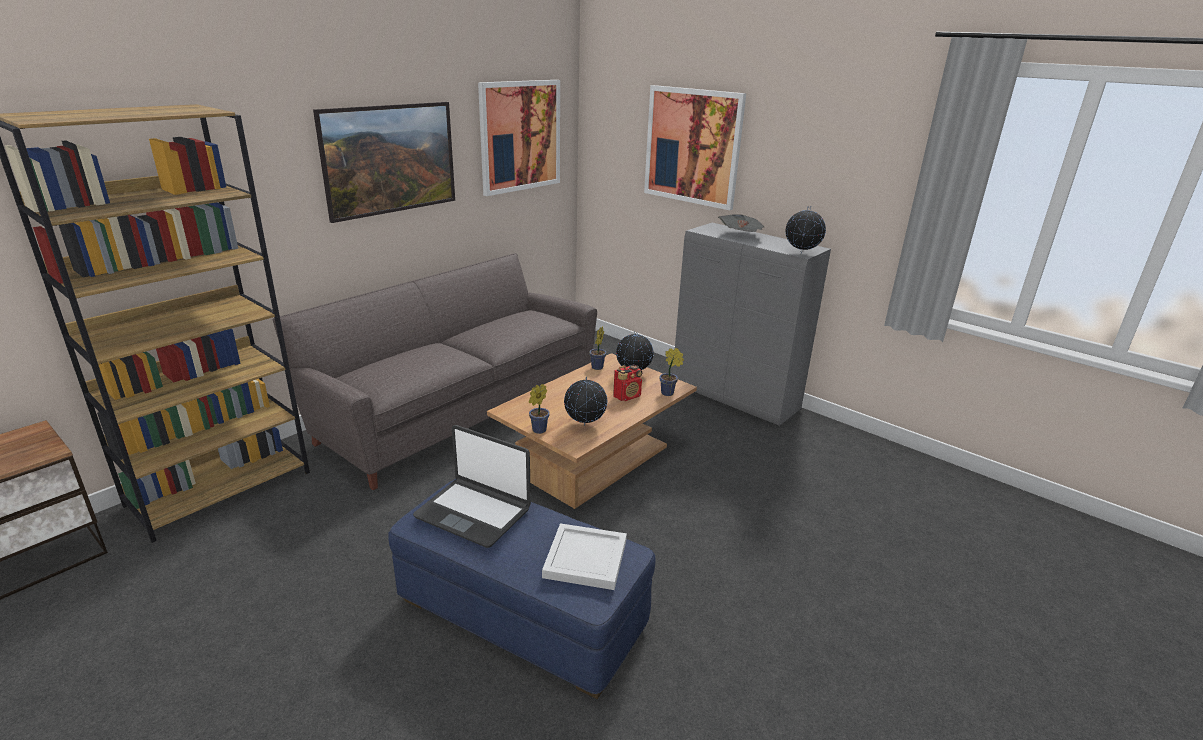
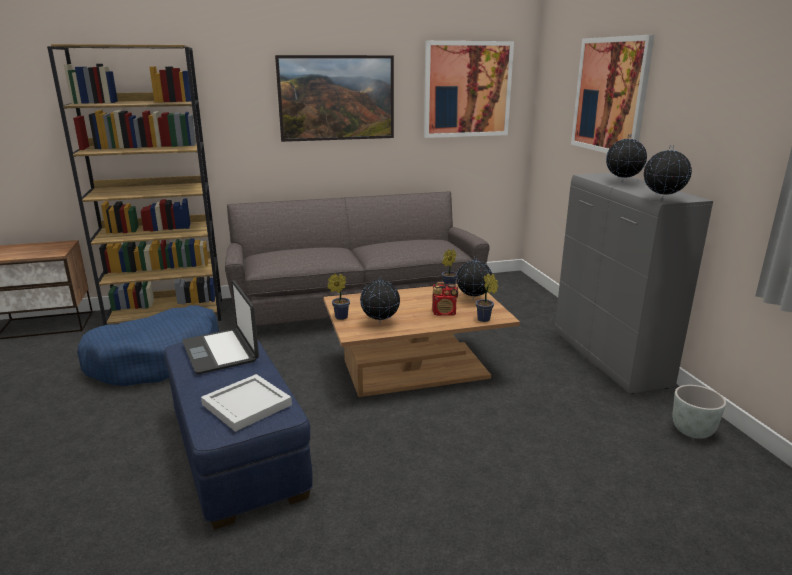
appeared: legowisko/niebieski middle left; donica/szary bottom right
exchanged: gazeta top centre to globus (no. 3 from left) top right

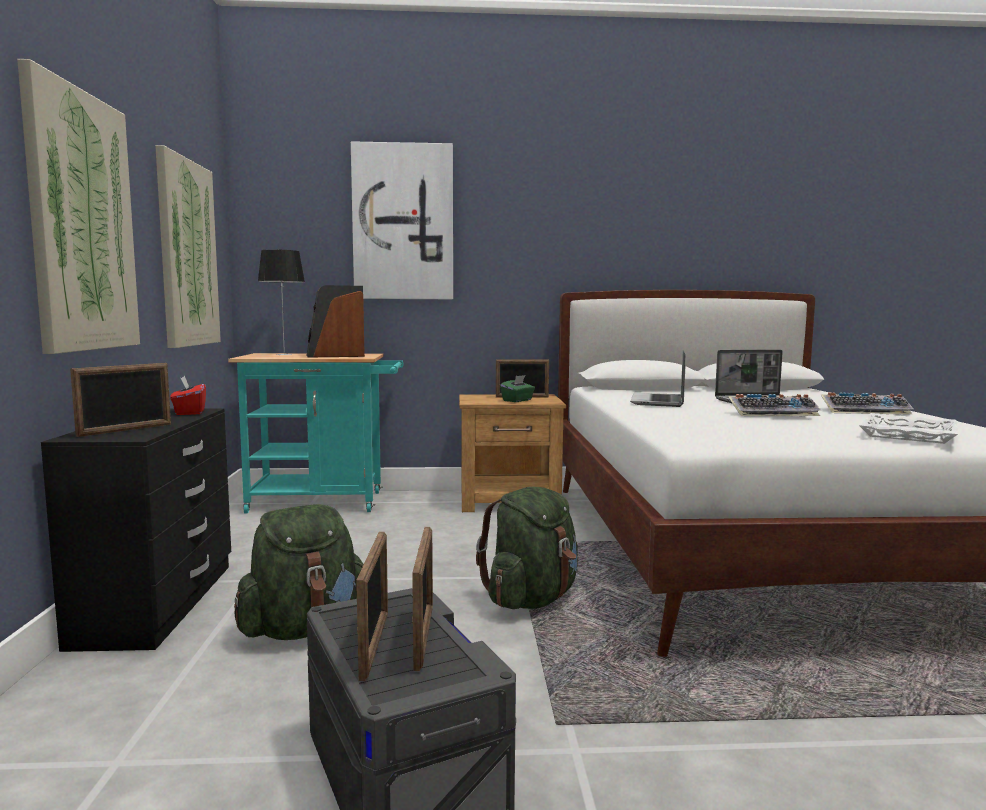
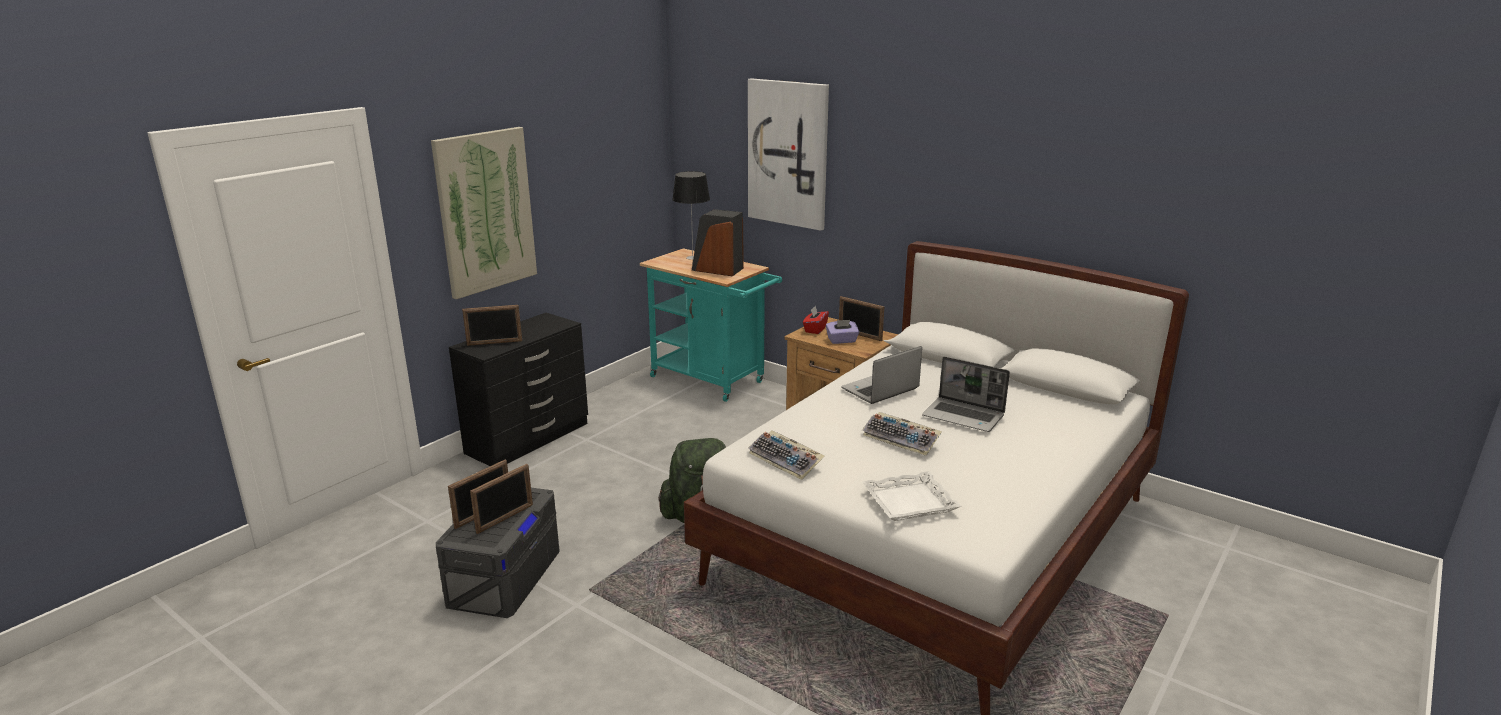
missing: obraz (no. 2 from left) top left; plecak/zielony (no. 1 from left) bottom left
relocated: pudełko chusteczek/czerwony middle left to centre; klawiatura (no. 2 from left in the first image) middle right to klawiatura (no. 1 from left) centre
colour: pudełko chusteczek/zielony centre to pudełko chusteczek/fioletowy centre

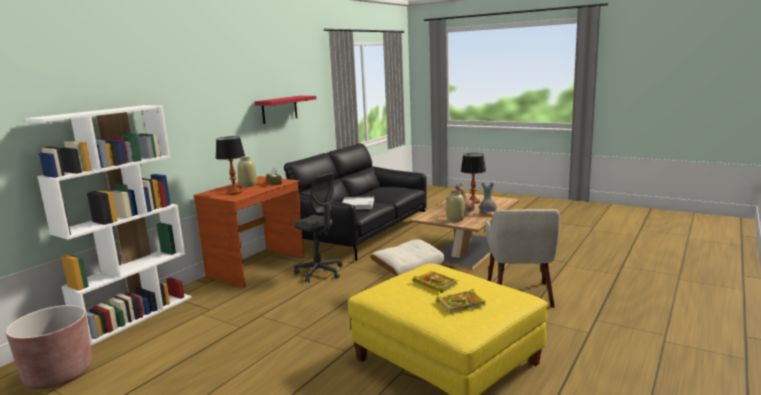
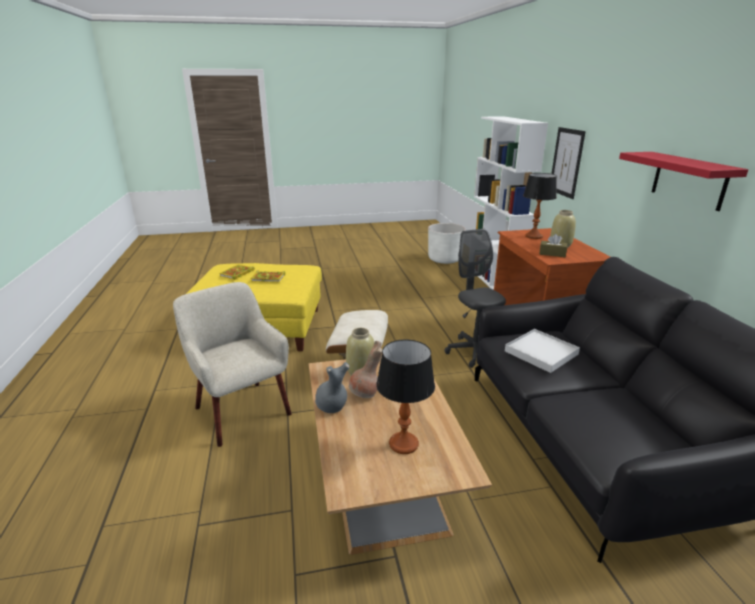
appeared: obraz top right
colour: donica/brązowy bottom left to donica/biały centre
spun: krzesło biurowe/szary centre = centre 75 degrees clockwise

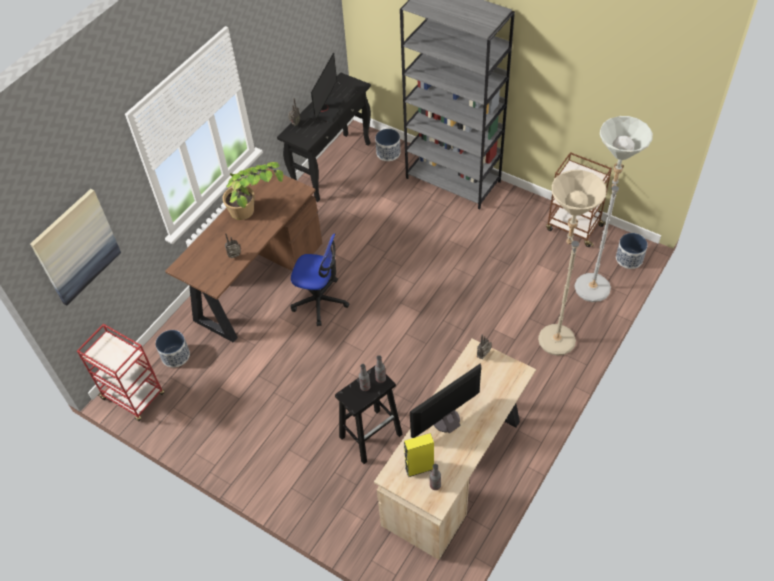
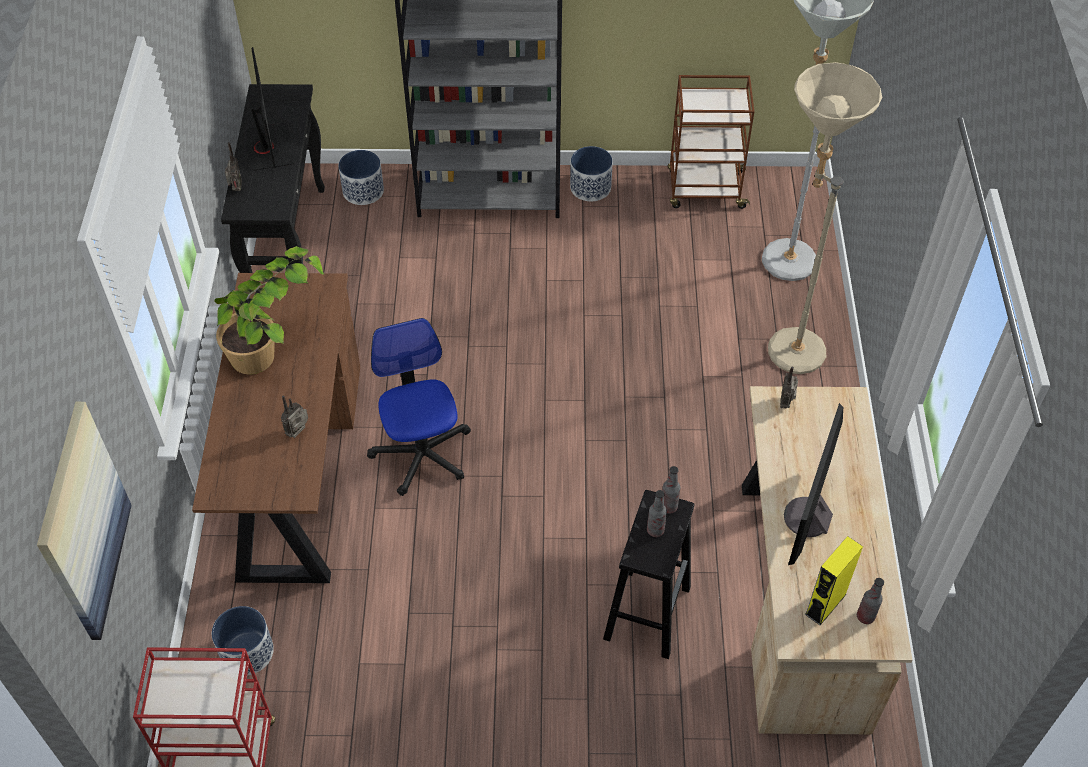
relocated: donica (no. 3 from left) middle right to top centre
spun: krzesło biurowe centre = centre 90 degrees counterclockwise

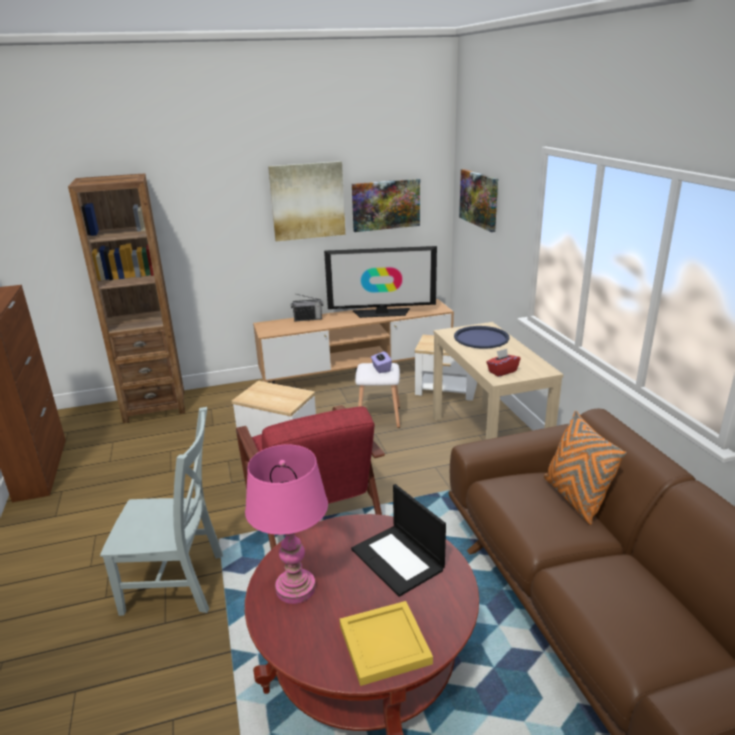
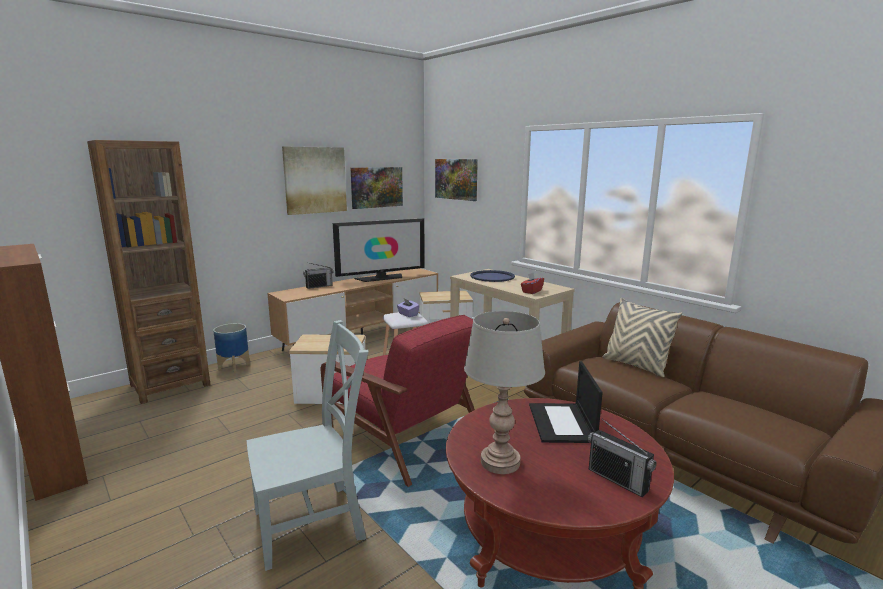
appeared: donica middle left
exchanged: taca/żółty bottom centre to radio (no. 2 from left) bottom right
colour: lampa stołowa/różowy bottom centre to lampa stołowa/szary centre; poduszka/pomarańczowy middle right to poduszka/beżowy middle right
spun: laptop bottom centre = bottom centre 60 degrees clockwise

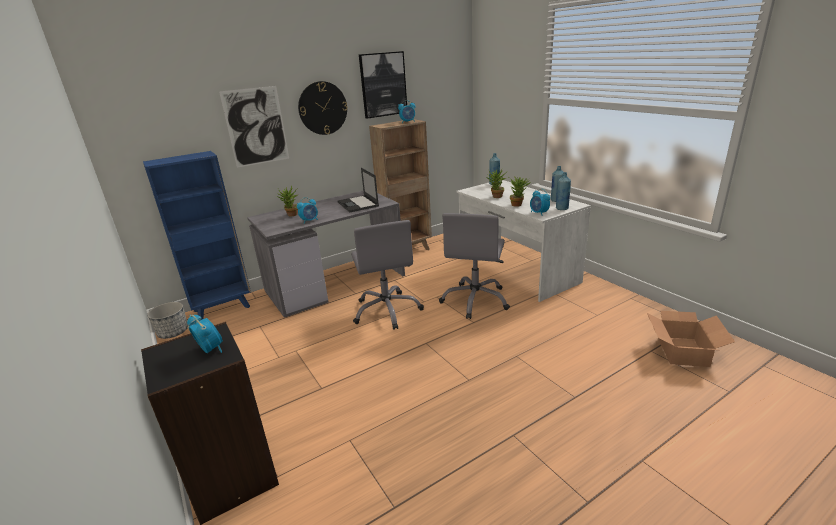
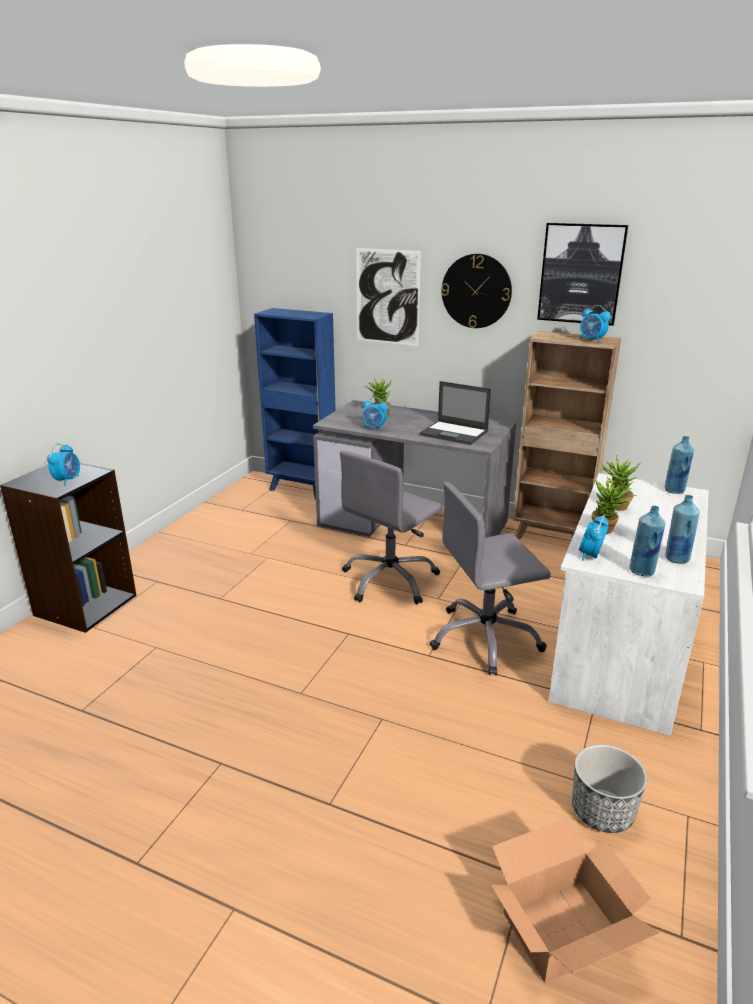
relocated: donica middle left to bottom right
spun: laptop centre = centre 90 degrees counterclockwise

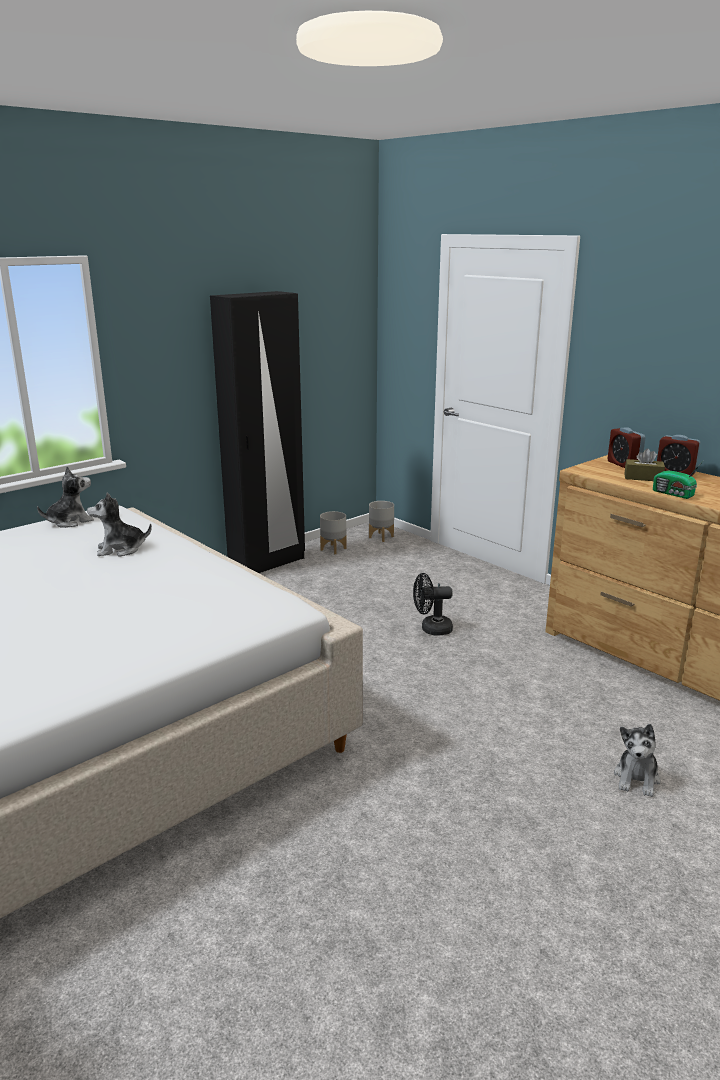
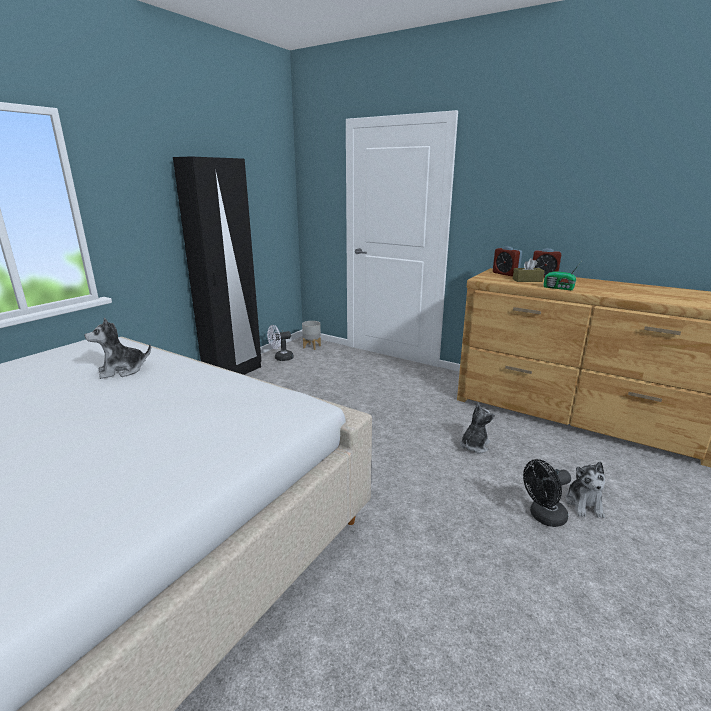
relocated: pluszak (no. 1 from left in the first image) middle left to pluszak (no. 2 from left) middle right; wentylator/czarny centre to bottom right
exchanged: donica/szary (no. 1 from left) centre to wentylator/biały centre

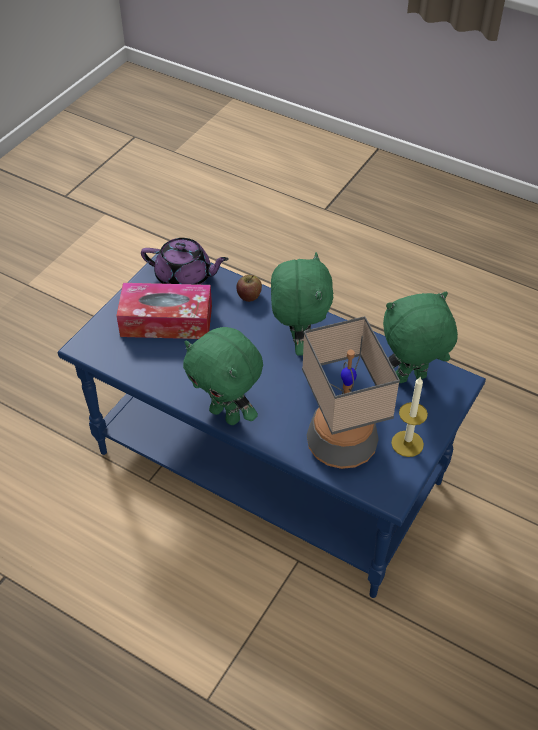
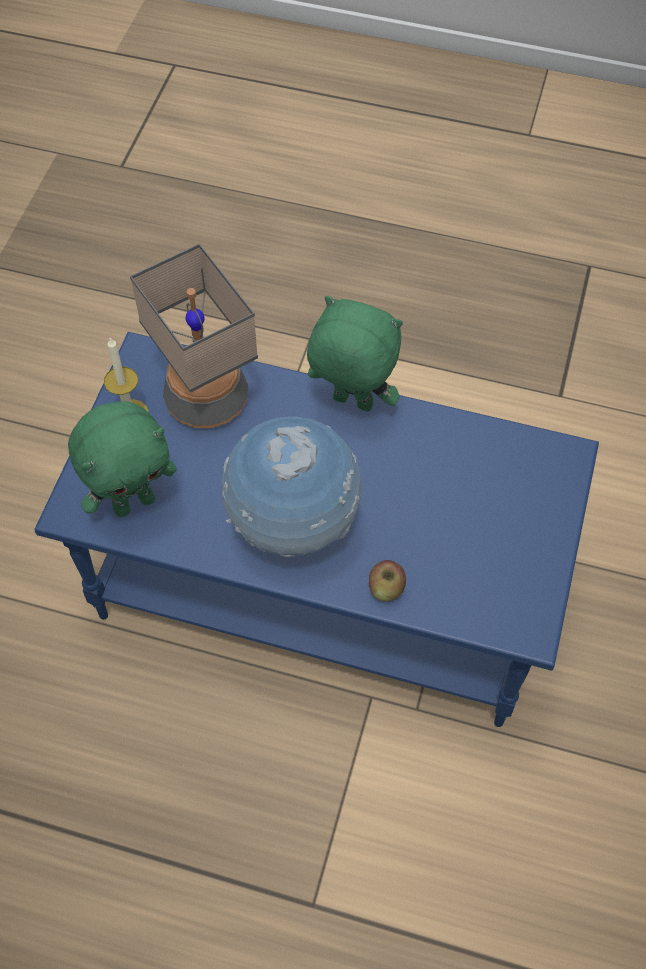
missing: pudełko chusteczek middle left; imbryk/fioletowy centre
exchanged: pluszak/zielony (no. 2 from left) centre to globus centre

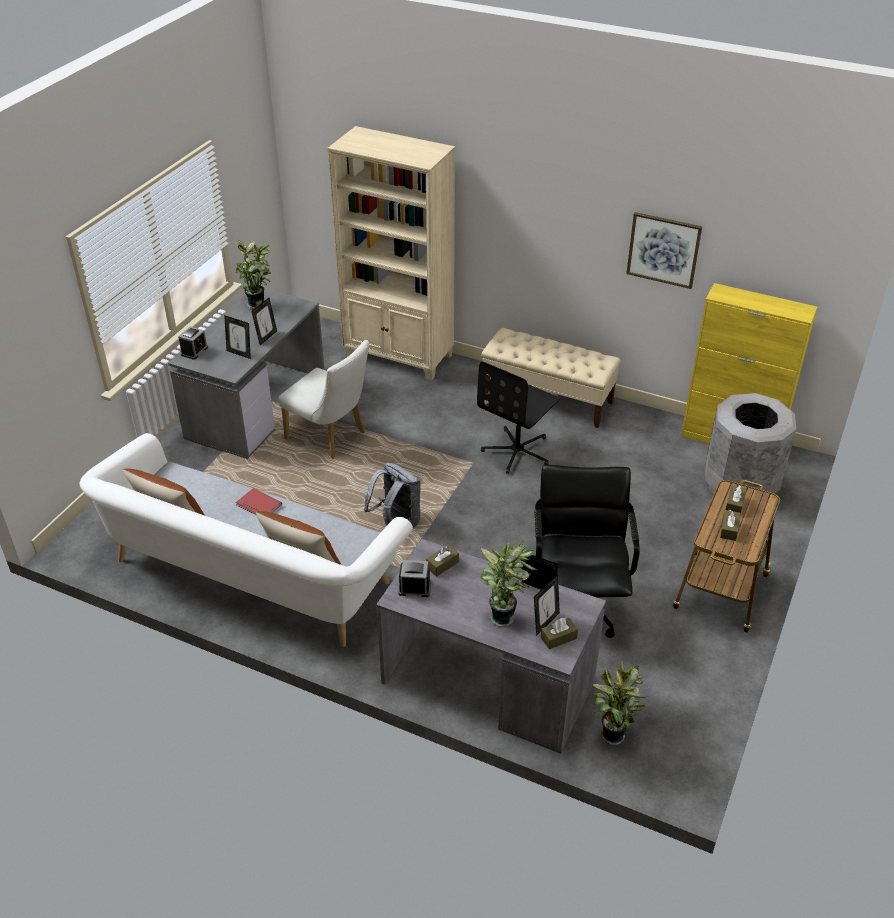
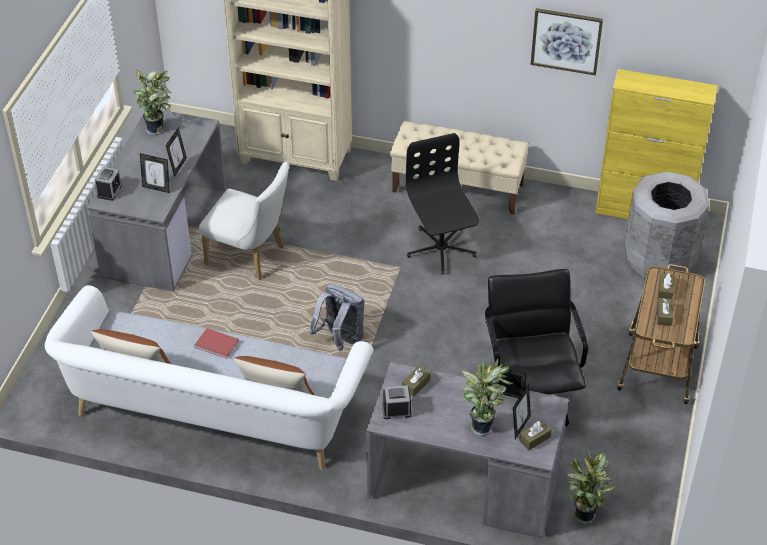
spun: krzesło biurowe/czarny (no. 1 from left) centre = centre 135 degrees clockwise

